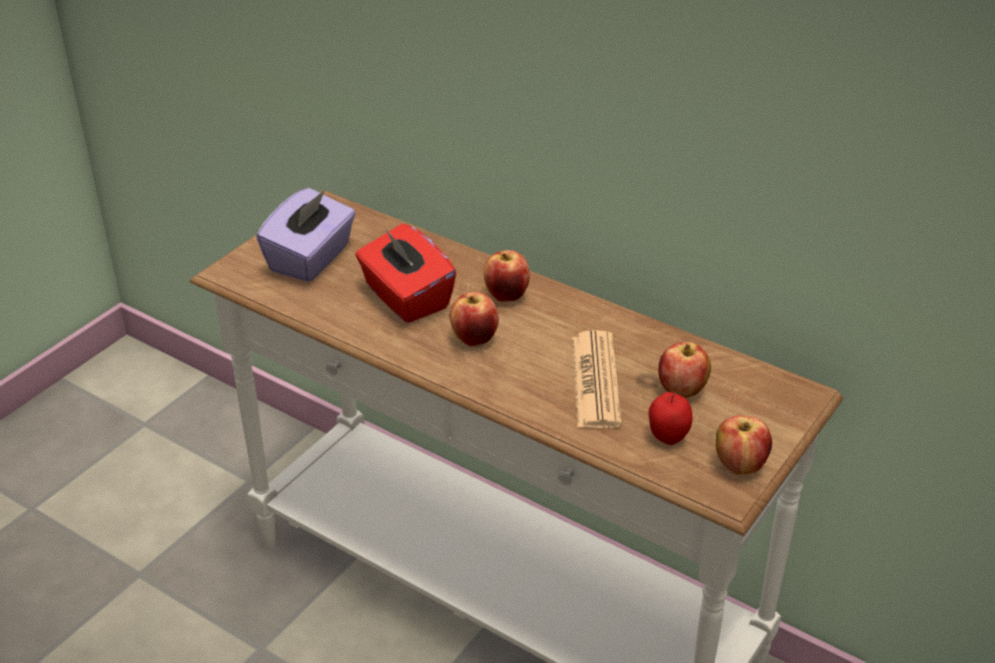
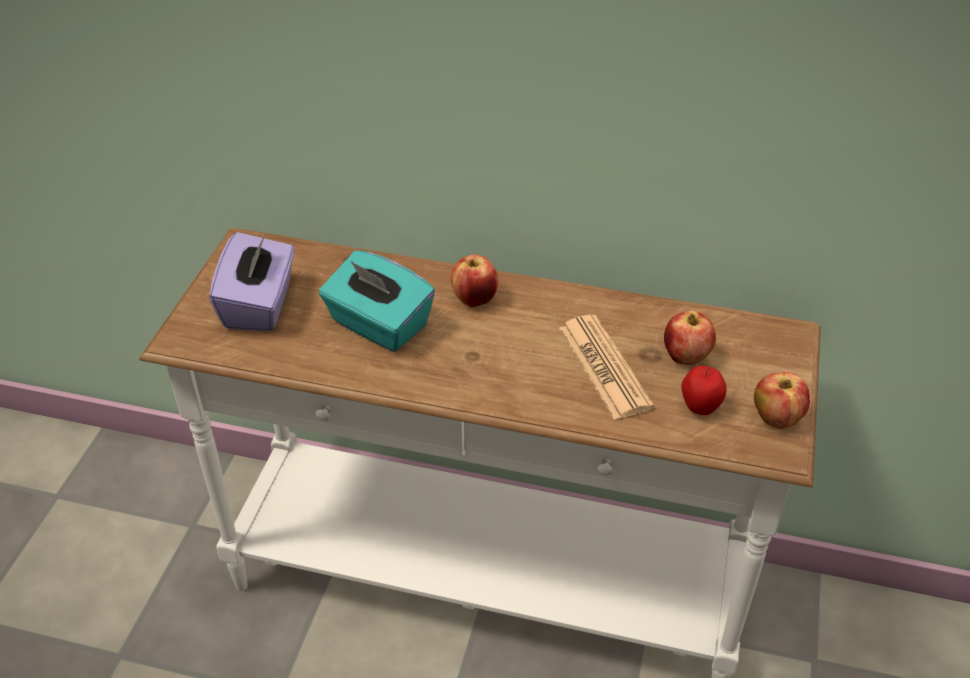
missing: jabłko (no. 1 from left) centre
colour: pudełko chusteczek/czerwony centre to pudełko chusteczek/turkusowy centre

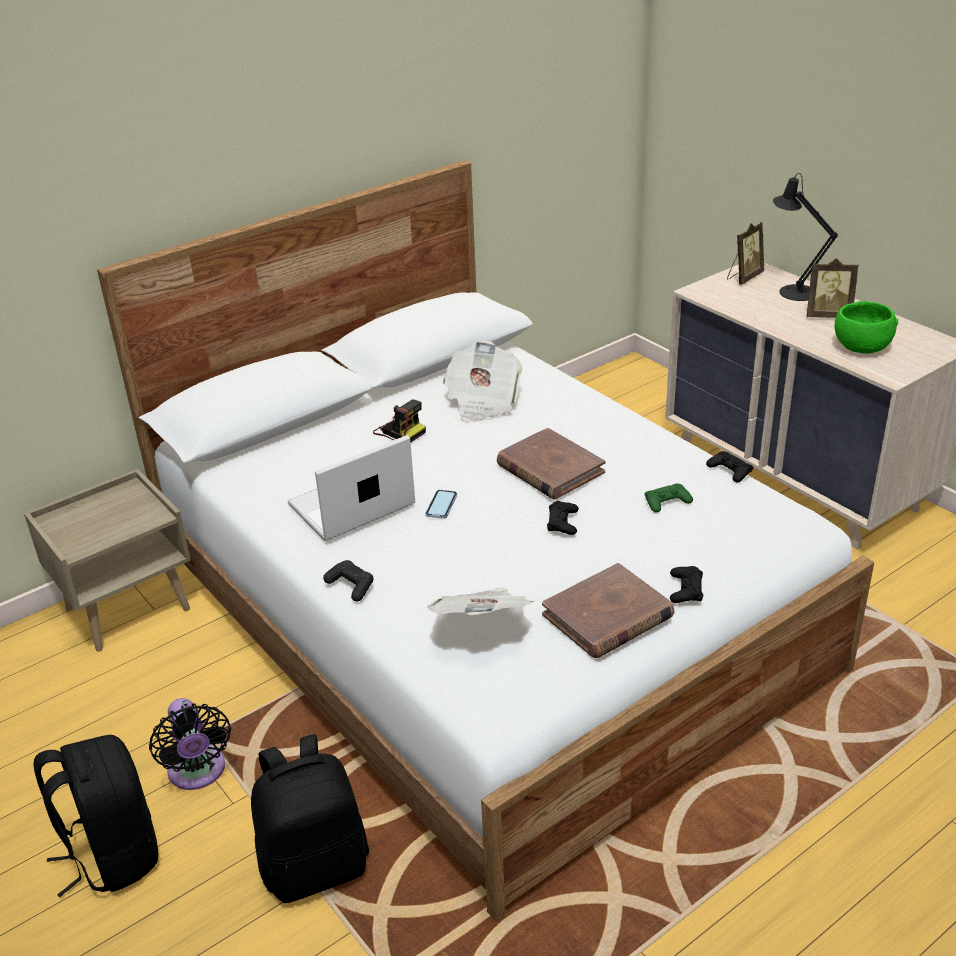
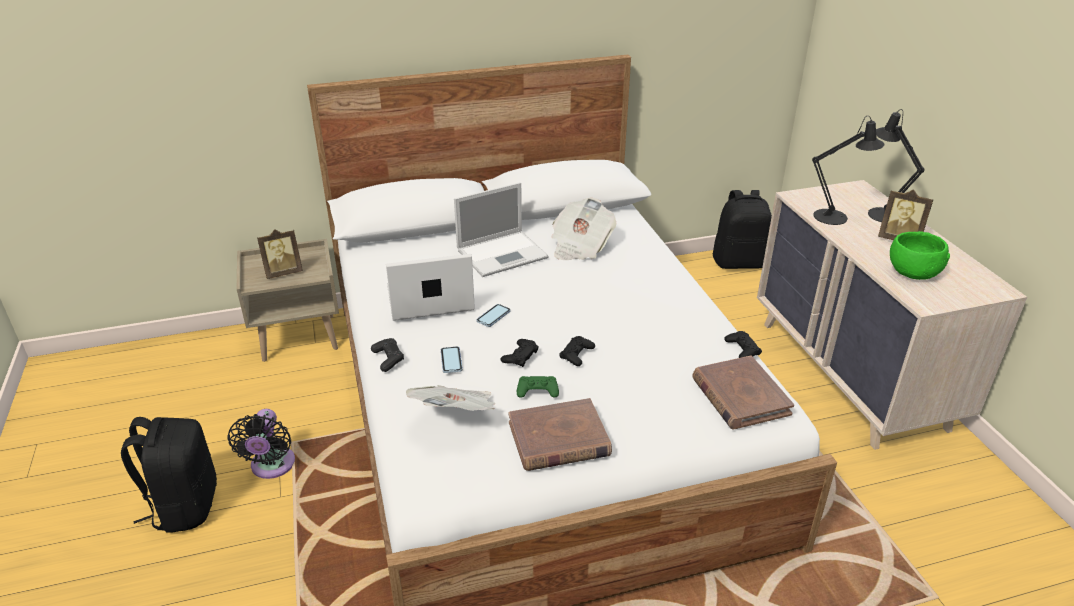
appeared: telefon (no. 1 from left) centre; lampa stołowa/czarny (no. 1 from left) top right
relocated: plecak/czarny (no. 2 from left) bottom left to middle right; książka/brązowy (no. 1 from left in the first image) centre to książka/brązowy (no. 2 from left) middle right; pad do gier/zielony middle right to centre; pad do gier/czarny (no. 3 from left in the first image) middle right to pad do gier/czarny (no. 2 from left) centre; ramka na zdjęcie (no. 1 from left) top right to middle left
exchanged: aparat fotograficzny centre to laptop (no. 2 from left) centre

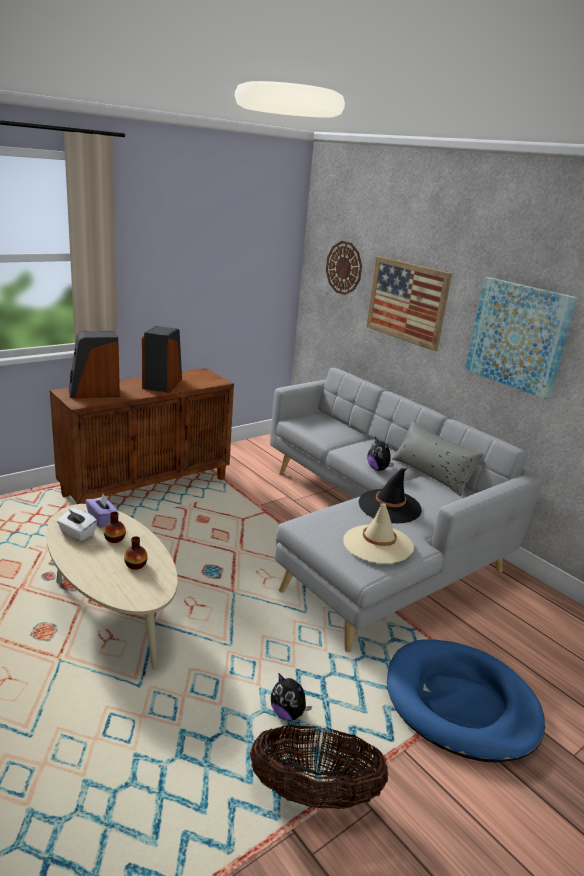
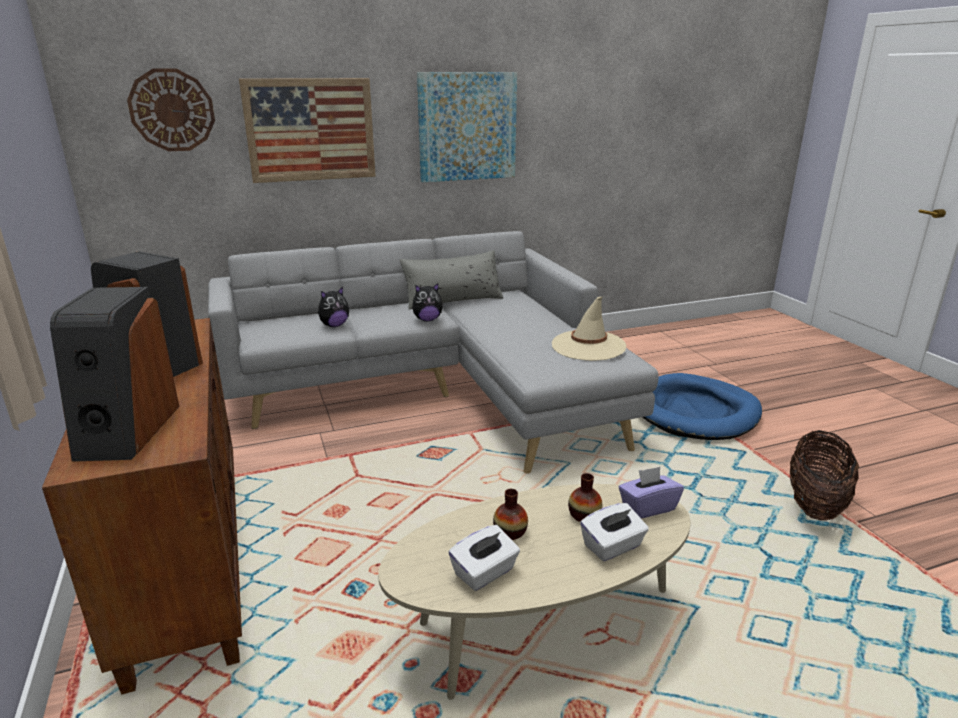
missing: kapelusz/czarny middle right
appeared: pudełko chusteczek/biały (no. 2 from left) bottom centre
relocated: pudełko chusteczek/fioletowy middle left to bottom right; pluszak (no. 1 from left) bottom centre to centre

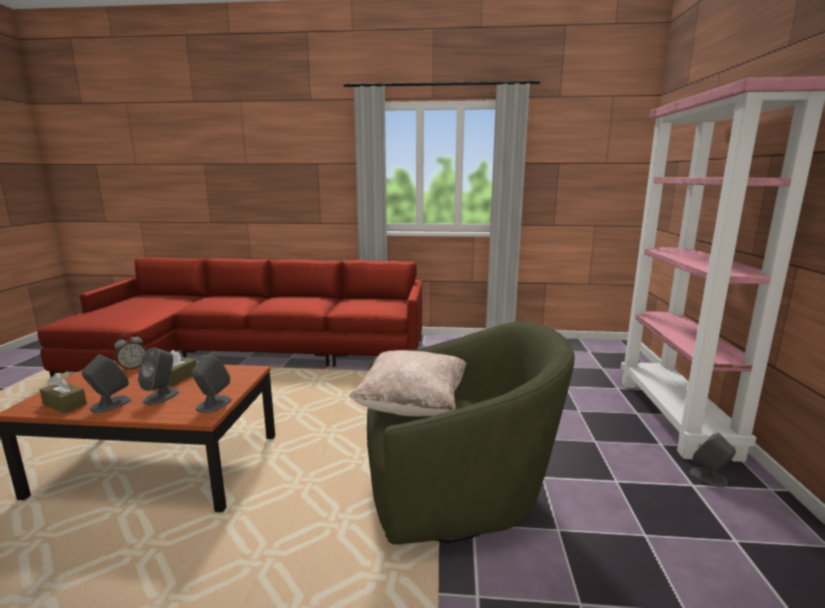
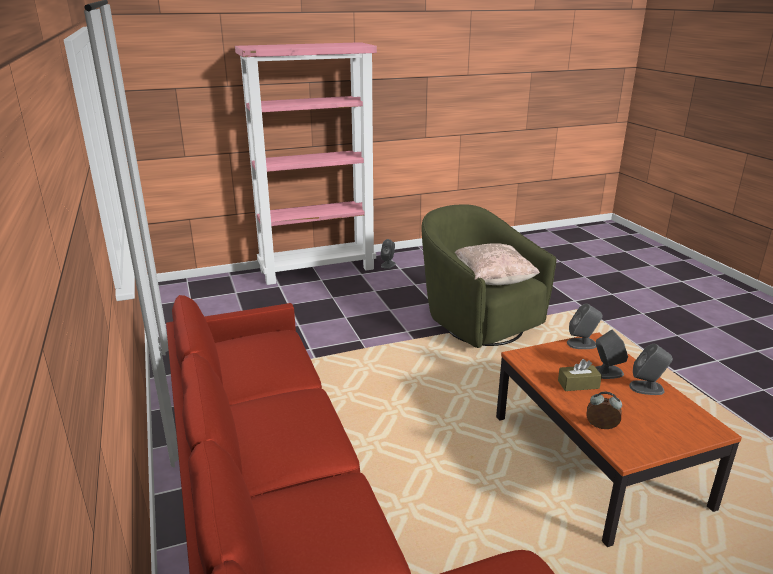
missing: pudełko chusteczek/brązowy (no. 1 from left) middle left

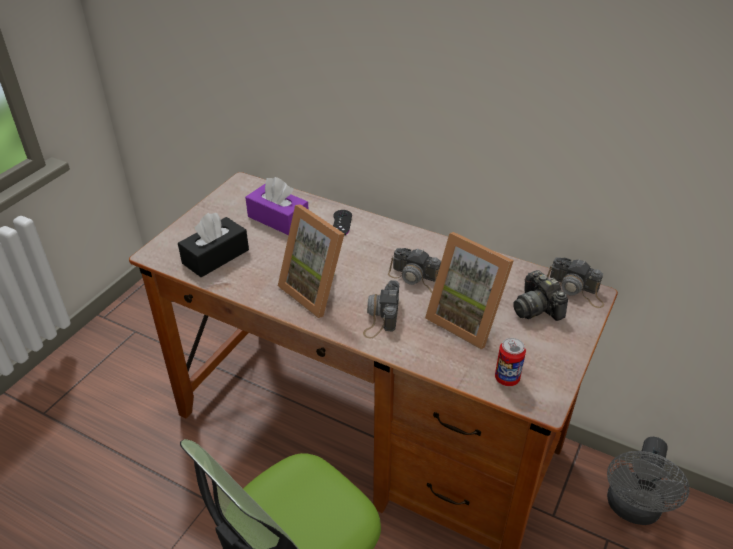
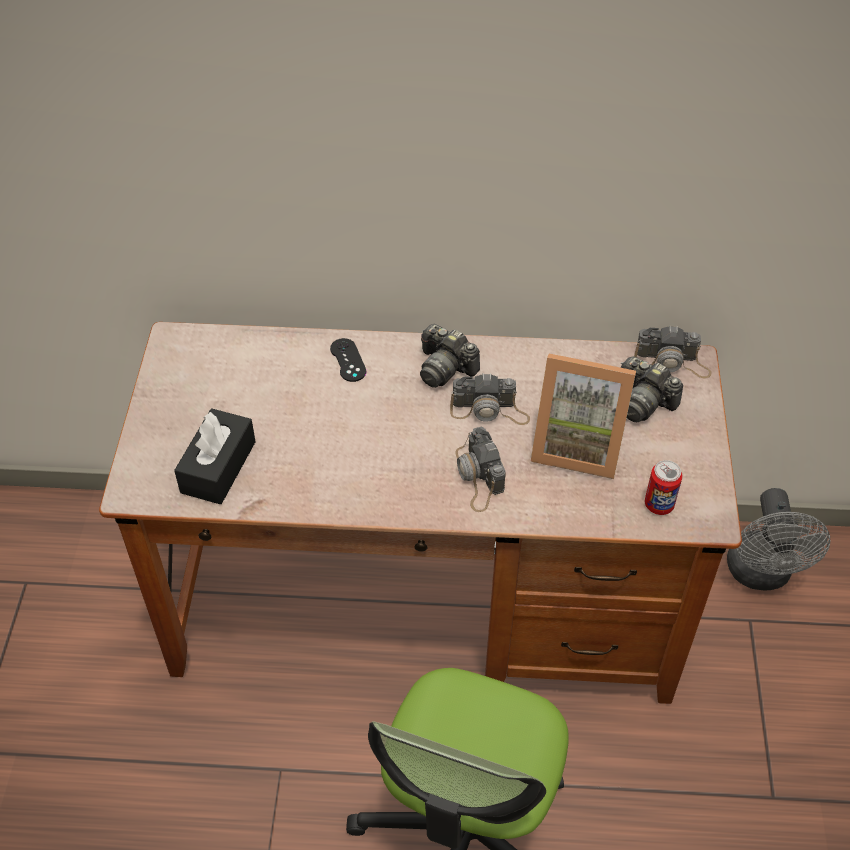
missing: pudełko chusteczek/fioletowy centre; ramka na zdjęcie (no. 1 from left) centre
appeared: aparat fotograficzny (no. 1 from left) centre

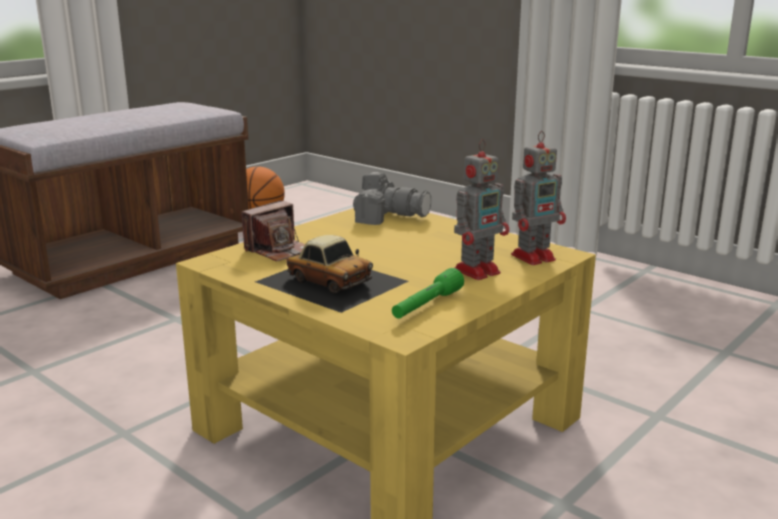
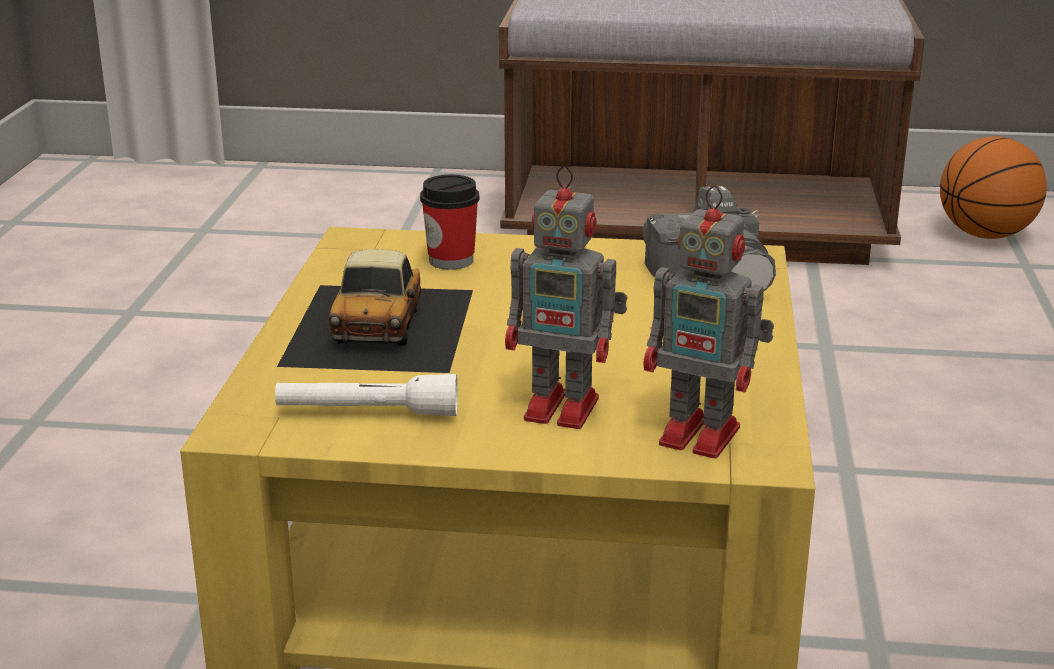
exchanged: aparat fotograficzny (no. 1 from left) centre to filiżanka top centre
colour: latarka/zielony centre to latarka/biały centre

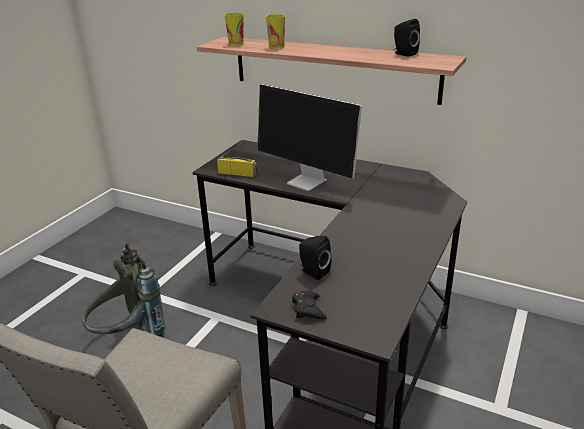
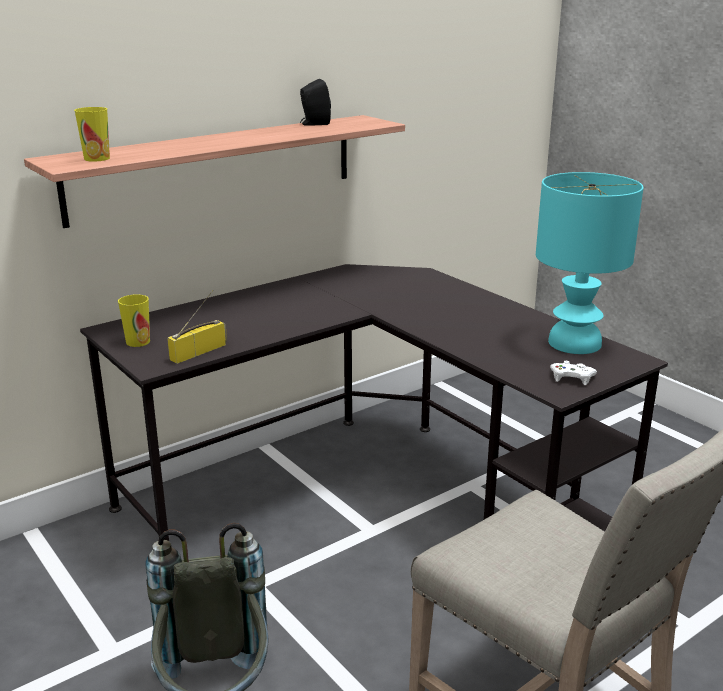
missing: monitor top centre; głośnik/czarny (no. 1 from left) centre
appeared: lampa stołowa/turkusowy middle right
relocated: filiżanka (no. 2 from left) top centre to middle left
colour: pad do gier/czarny bottom centre to pad do gier/biały middle right

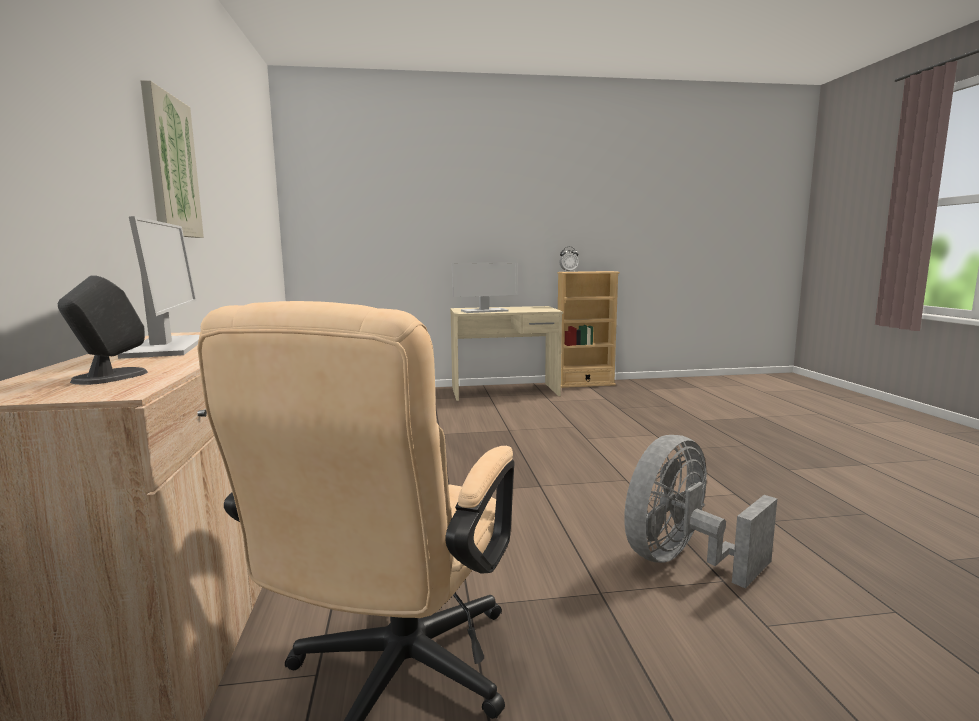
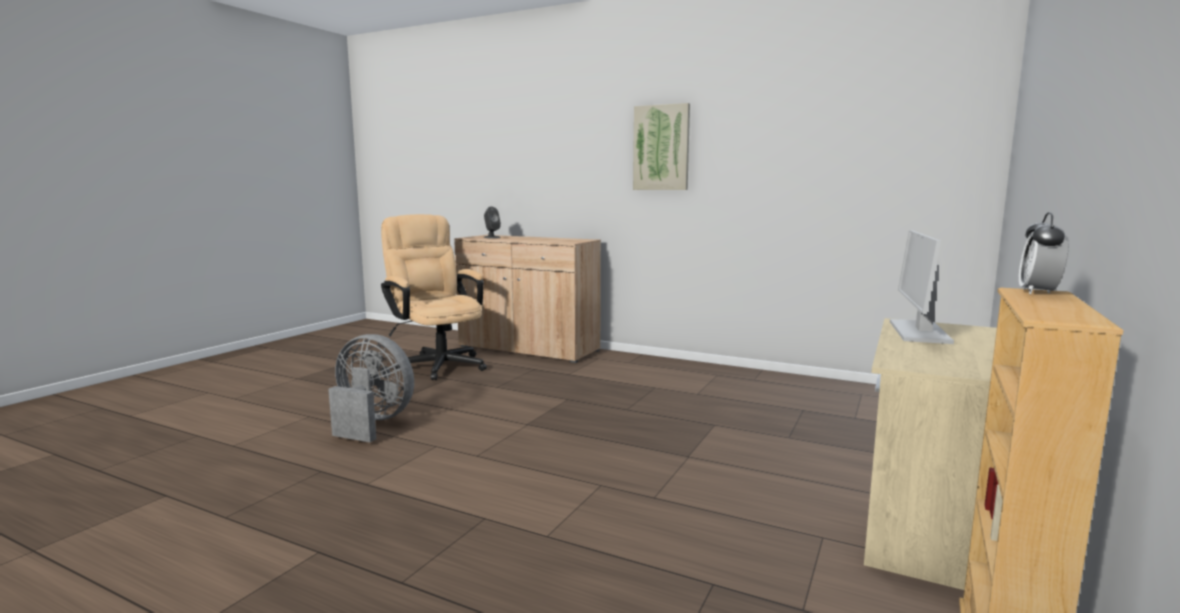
missing: monitor (no. 1 from left) middle left
spun: wentylator/szary bottom right = middle left 60 degrees counterclockwise

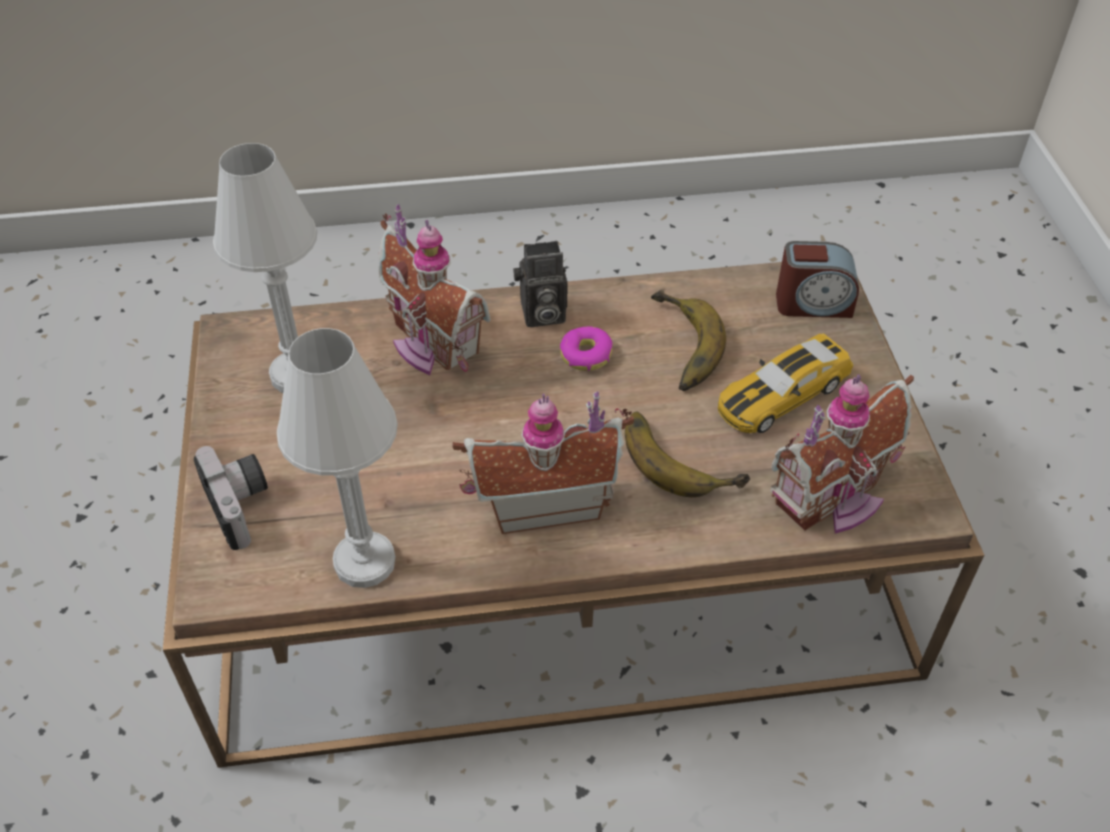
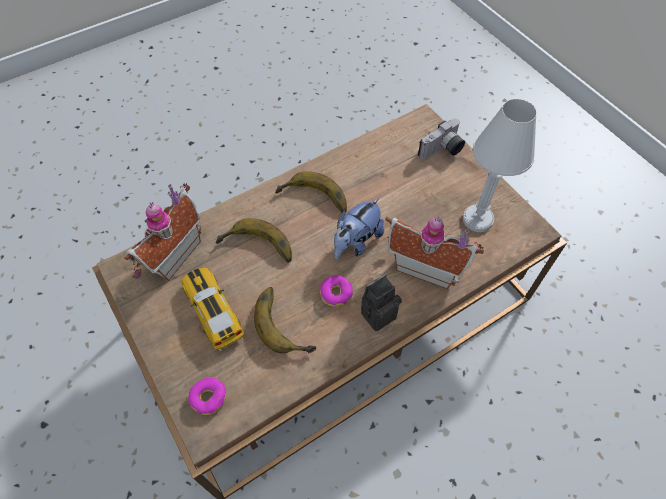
missing: lampa stołowa/biały (no. 2 from left) middle left
appeared: pluszak centre
exchanged: domek (no. 2 from left) centre to banan (no. 3 from left) centre; budzik middle right to donut (no. 1 from left) bottom left
spun: aparat fotograficzny (no. 1 from left in the first image) middle left = top centre 75 degrees counterclockwise; samochodzik middle right = middle left 60 degrees counterclockwise

